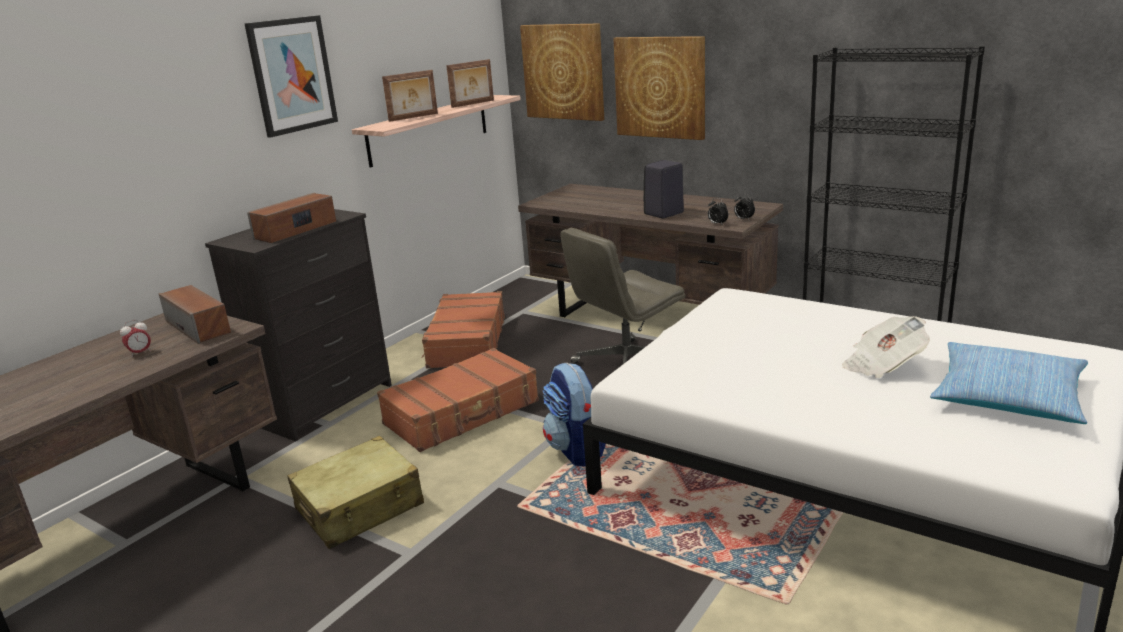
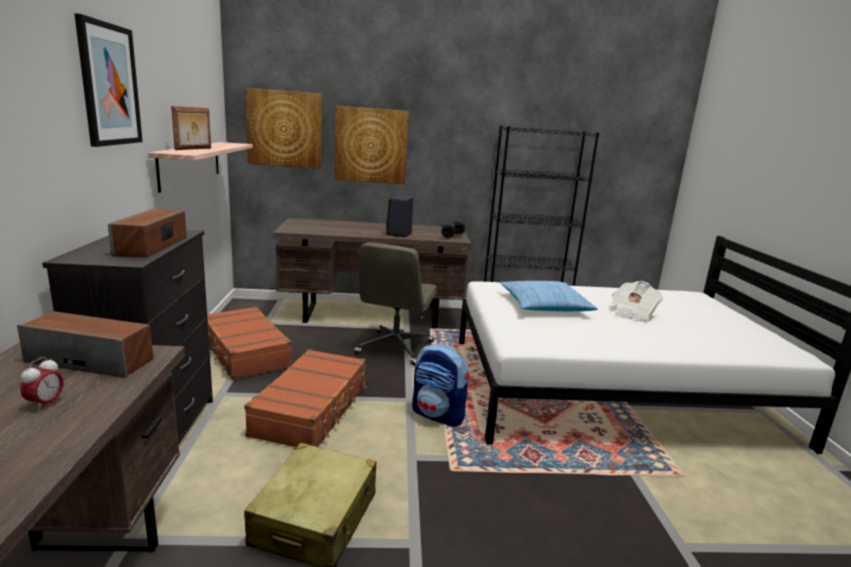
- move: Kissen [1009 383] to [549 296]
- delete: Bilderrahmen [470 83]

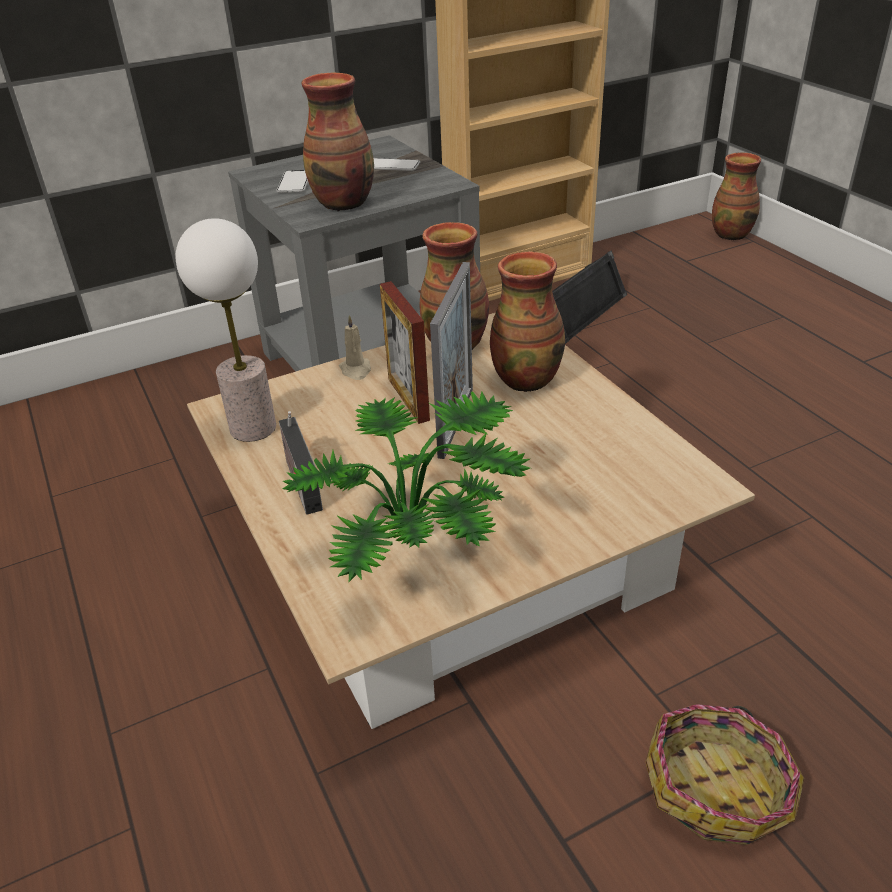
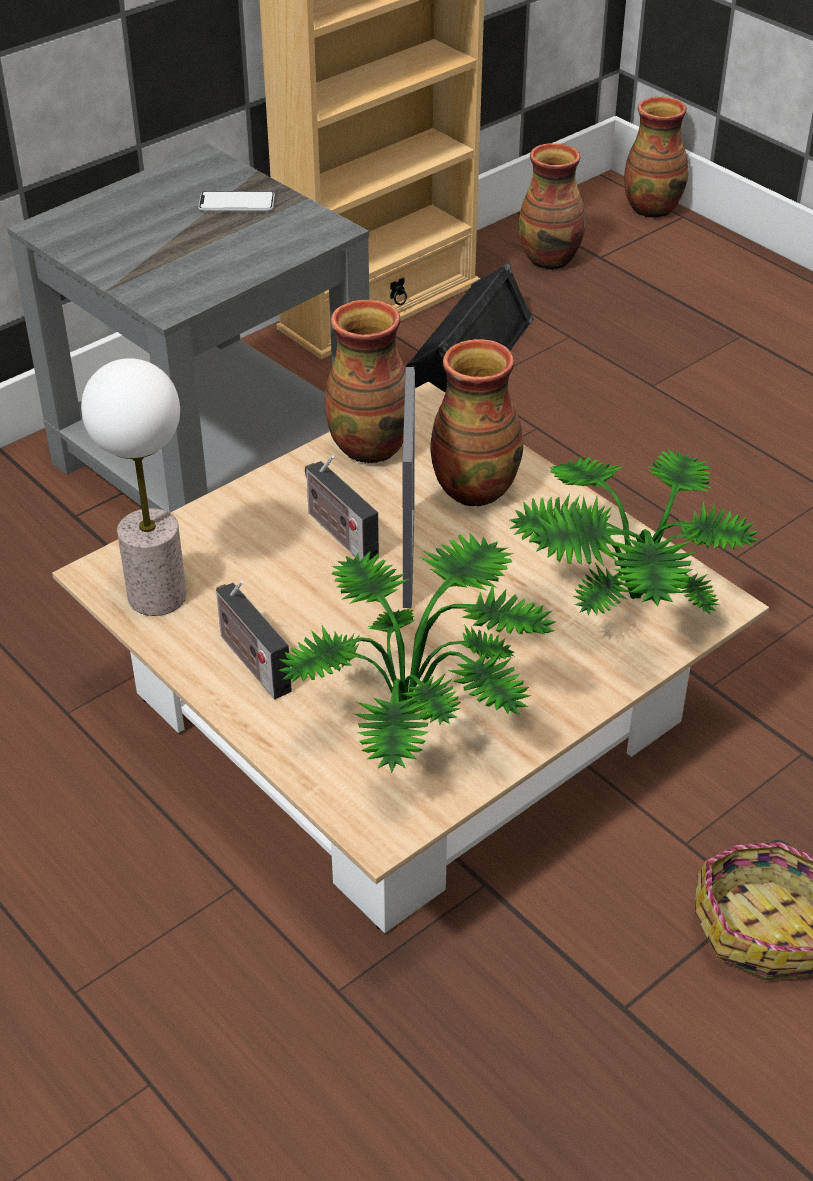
- replace: Bilderrahmen [405 352] to Radio [342 508]
- insert: Topfpflanze [634 532]
- move: Vase [338 142] to [552 206]
- delete: Handy [292 181]
- delete: Kerze (beige) [355 347]

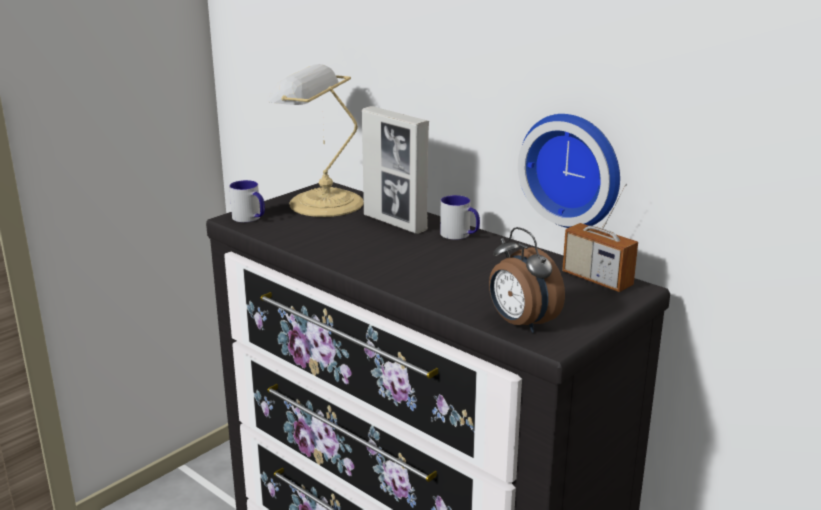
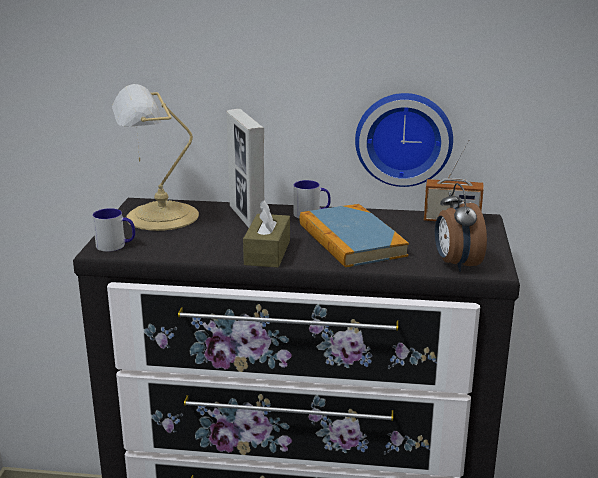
- rotate: Bilderrahmen [395 170] = [246 168] 60 degrees clockwise
- insert: Taschentuchbox (braun) [266 234]
- insert: Buch [354 236]
- rotate: Wecker [527 280] = [461 227] 60 degrees clockwise

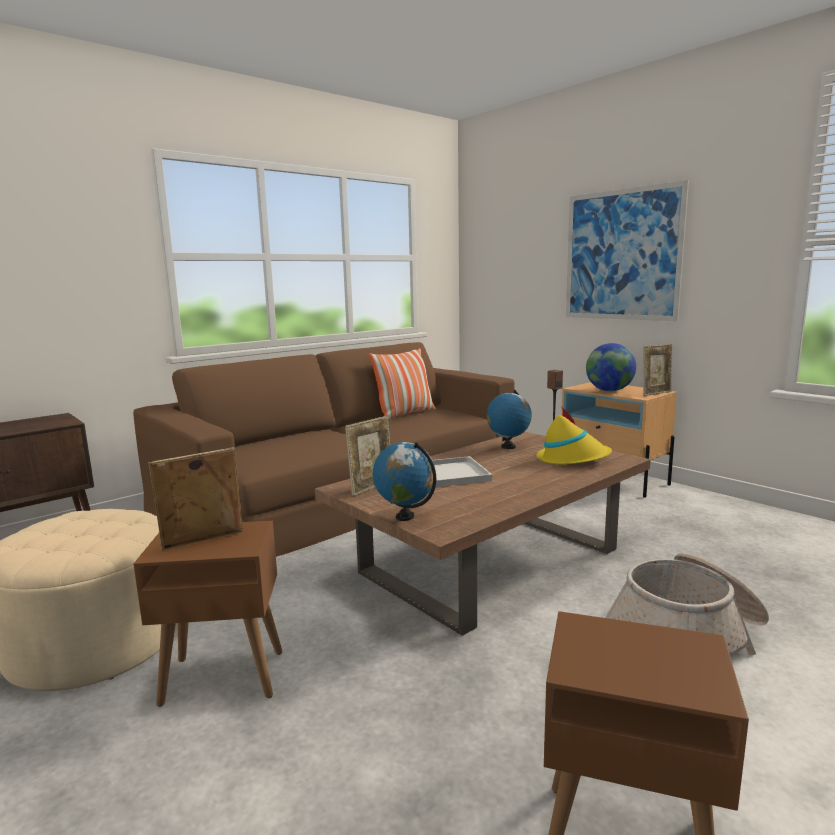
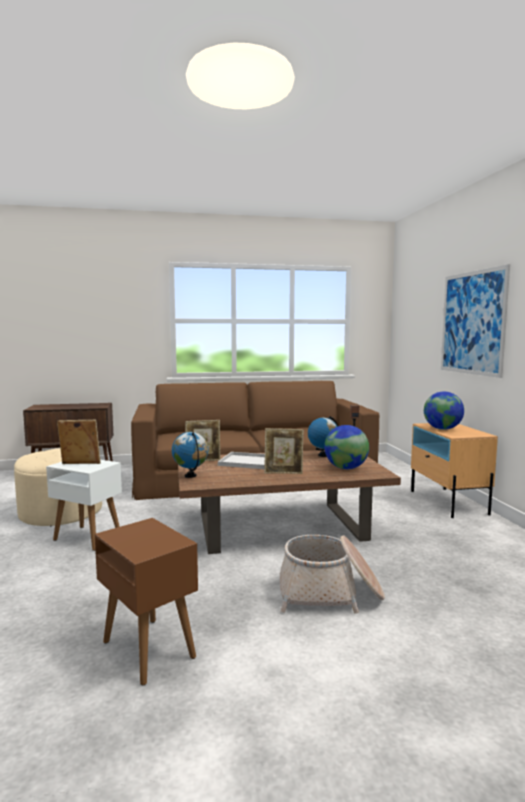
- recolor: Beistelltisch (braun) [208 614] to Beistelltisch (weiß) [84 505]
- move: Bilderrahmen [657 370] to [284 451]
- replace: Hut (gelb) [574 435] to Globus [346 447]
- delete: Kissen [402 384]

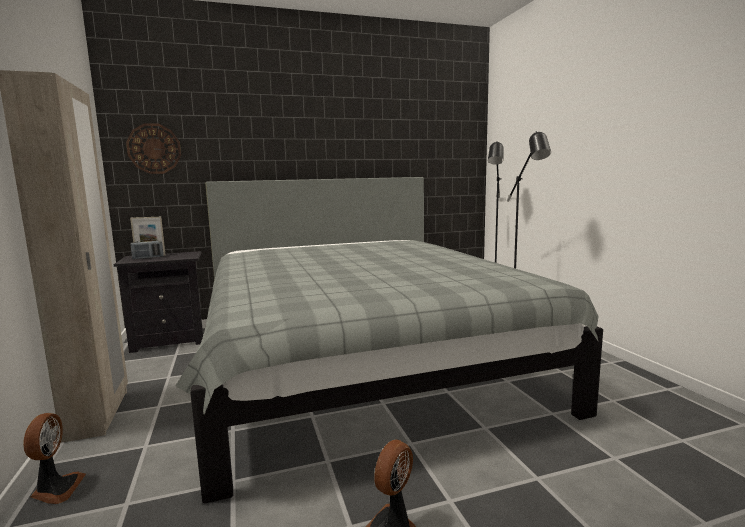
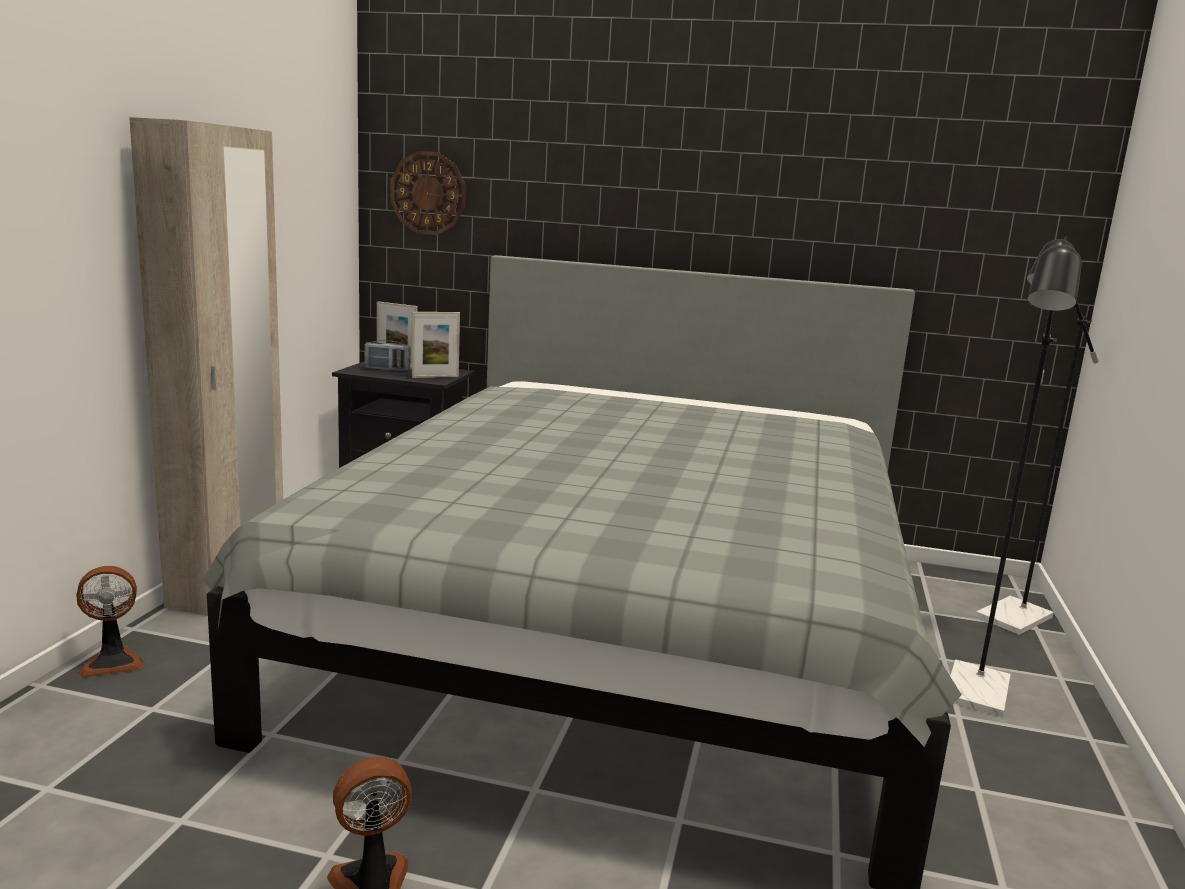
- rotate: Ventilator [54 458] = [110 622] 45 degrees clockwise
- insert: Bilderrahmen [436 345]

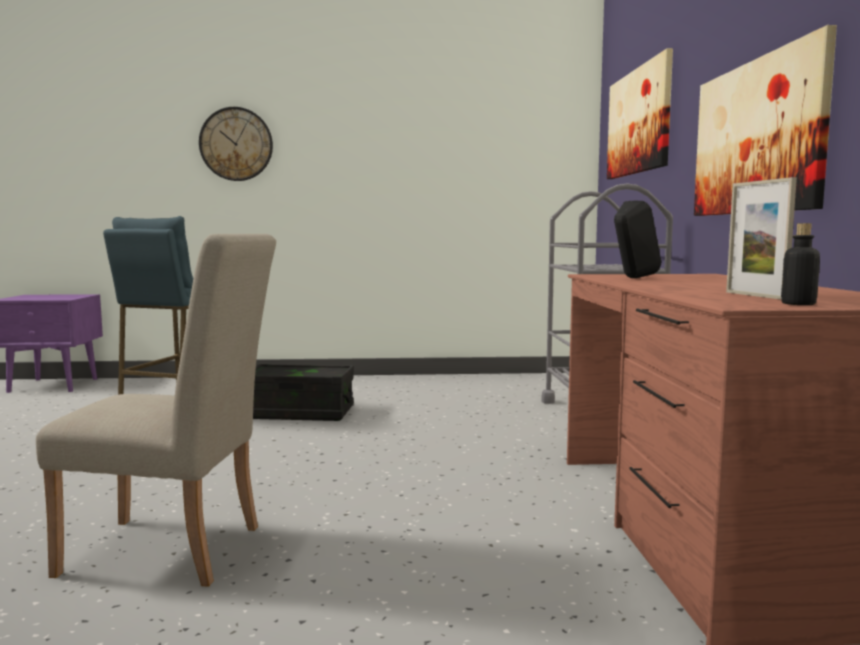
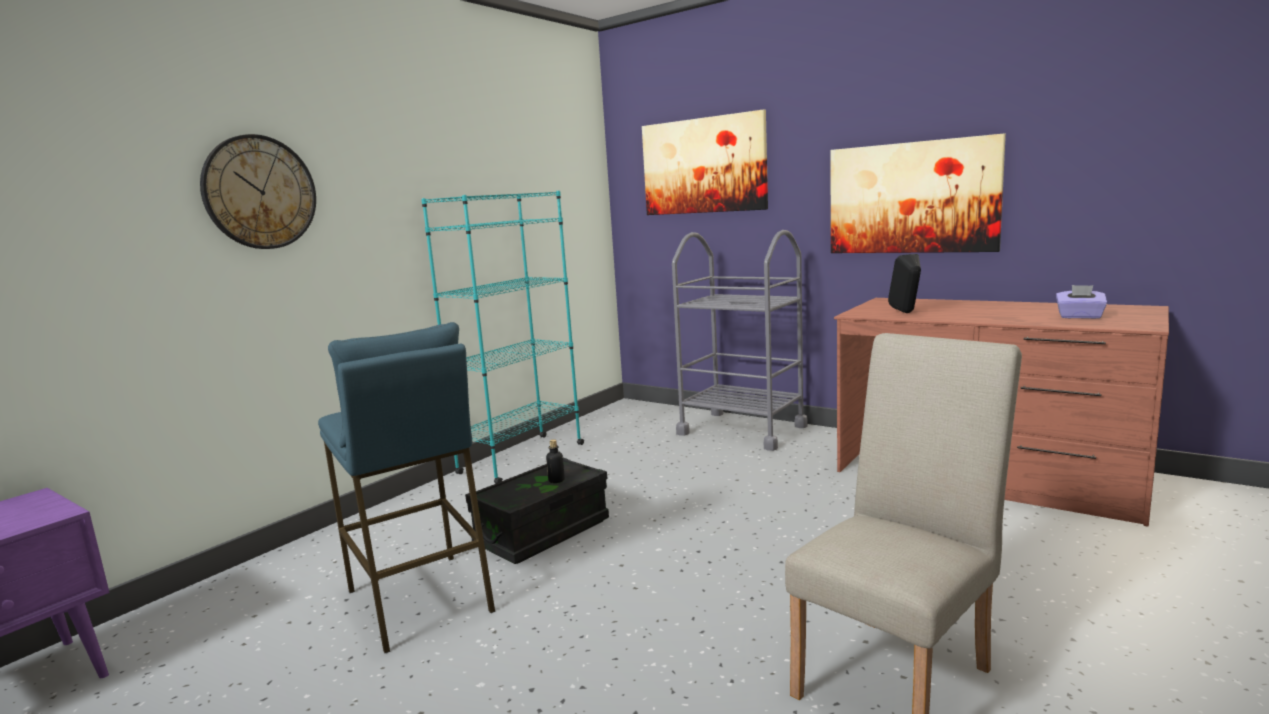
- insert: Bücherregal (türkis) [502 337]
- move: Flasche [800 264] to [555 461]
- replace: Bilderrahmen [761 238] to Taschentuchbox (lila) [1081 302]

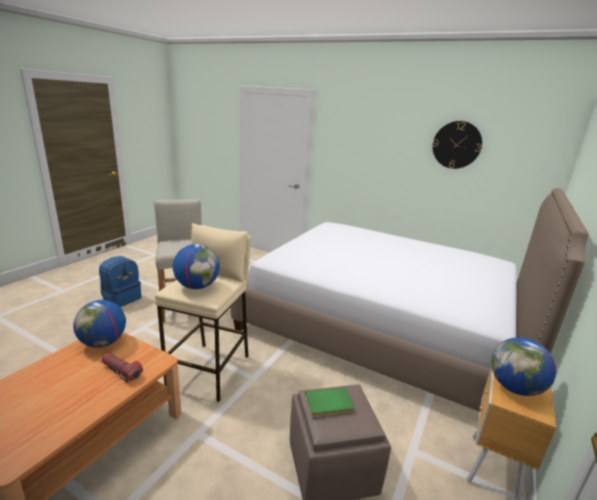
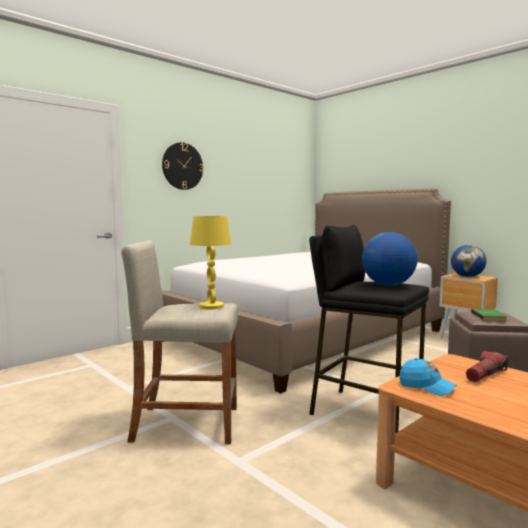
- move: Wanduhr [457 145] to [183 166]
- insert: Tischlampe (gelb) [210 262]
- recolor: Hocker (beige) [203 312] to Hocker (schwarz) [369 329]
- replace: Globus [99 323] to Kappe (blau) [428 377]
- delete: Rucksack (blau) [120 281]

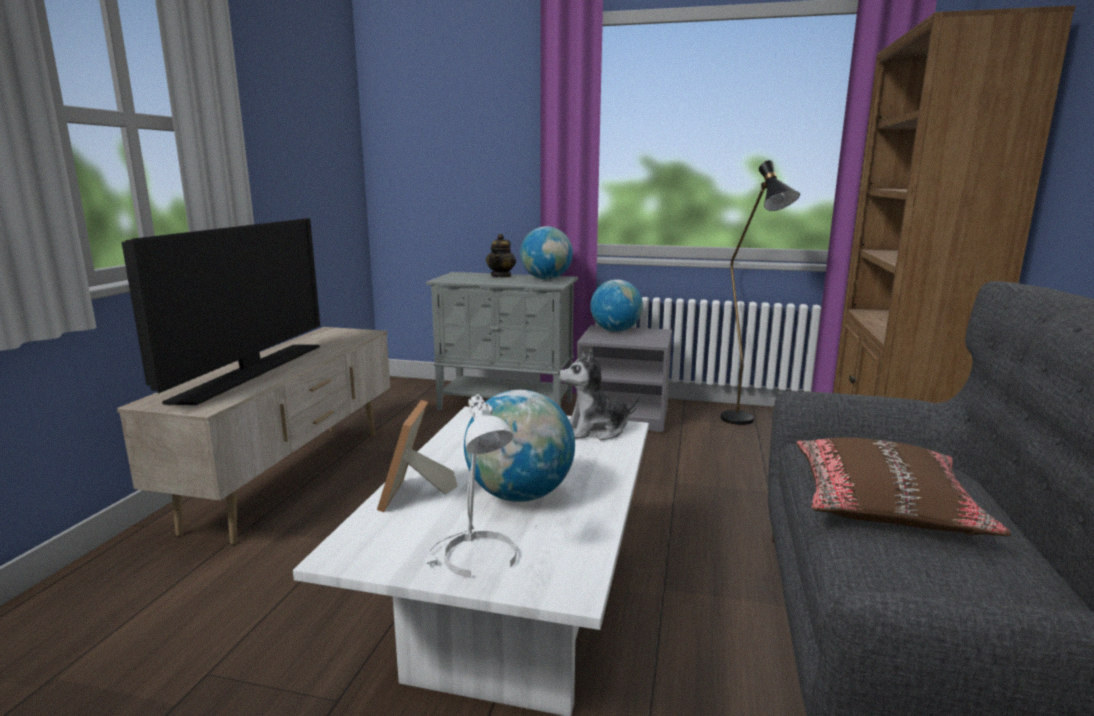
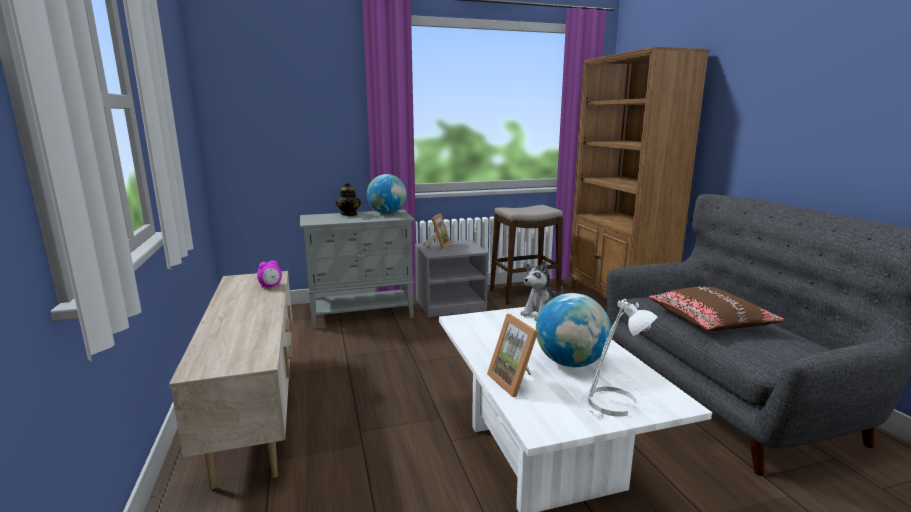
- insert: Wecker [269 274]
- replace: Globus [616 305] to Bilderrahmen [437 231]
- replace: Stehlampe (schwarz) [760 292] to Hocker [526 255]
- delete: Fernseher [220 311]

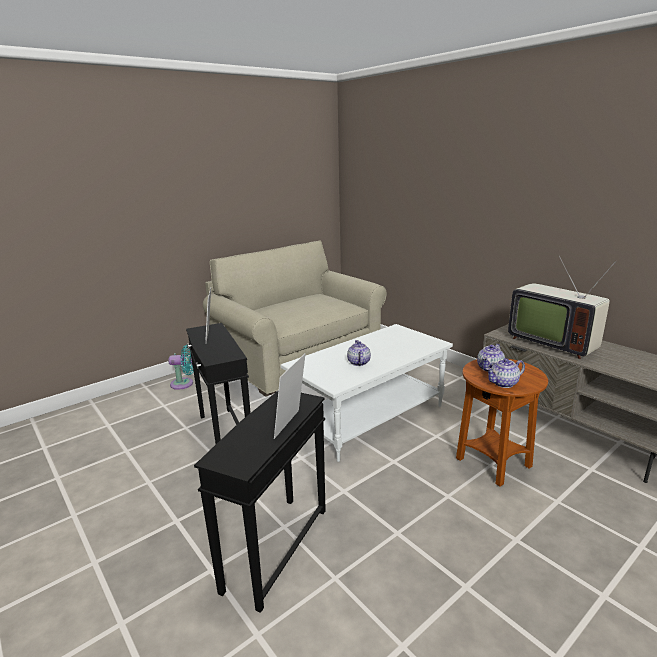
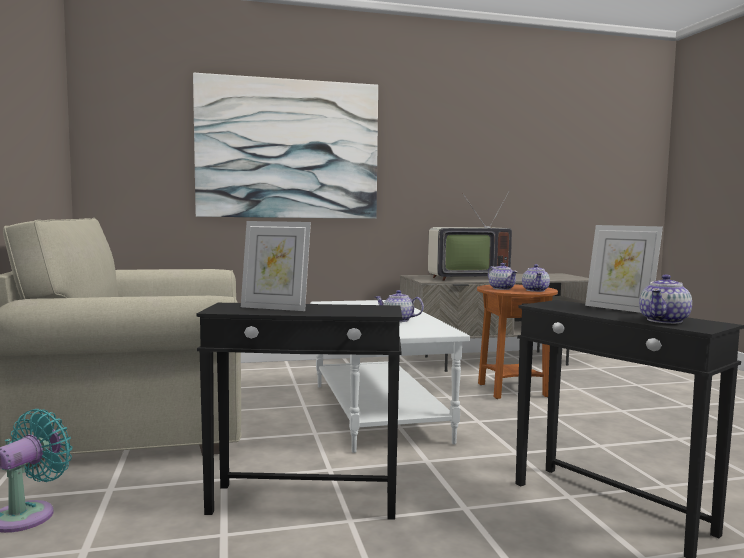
- insert: Bild [285 146]
- insert: Teekanne [665 299]

